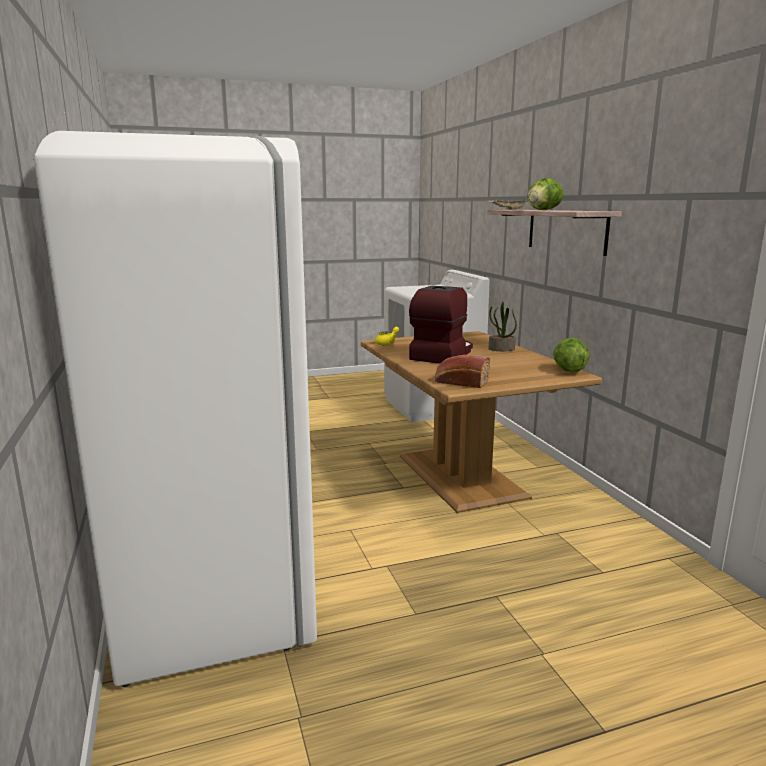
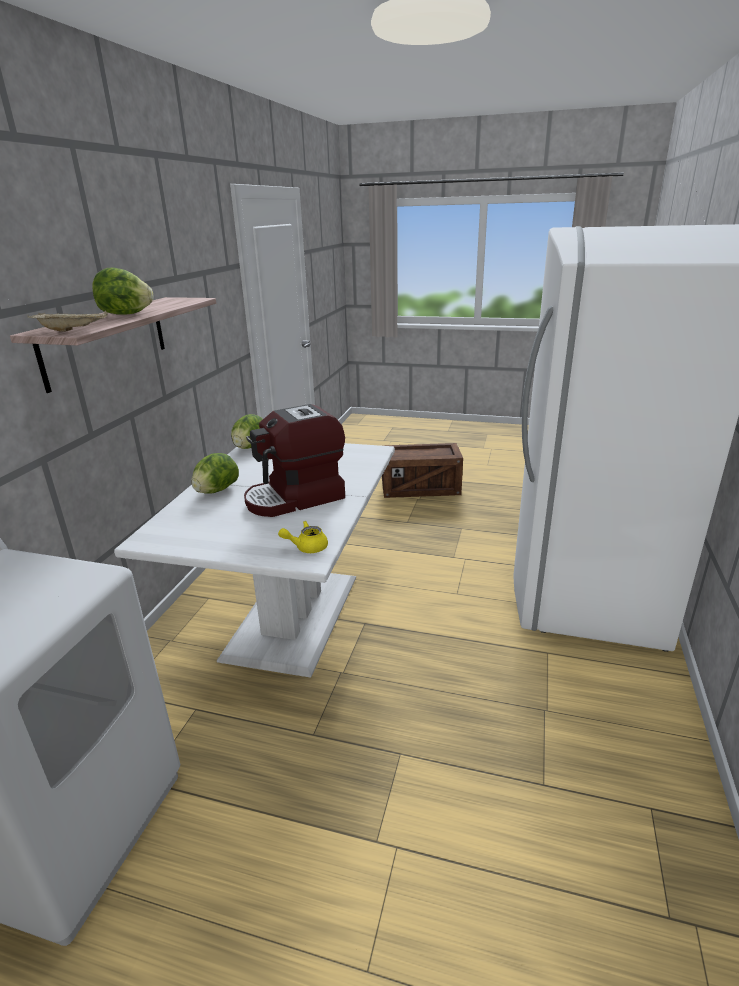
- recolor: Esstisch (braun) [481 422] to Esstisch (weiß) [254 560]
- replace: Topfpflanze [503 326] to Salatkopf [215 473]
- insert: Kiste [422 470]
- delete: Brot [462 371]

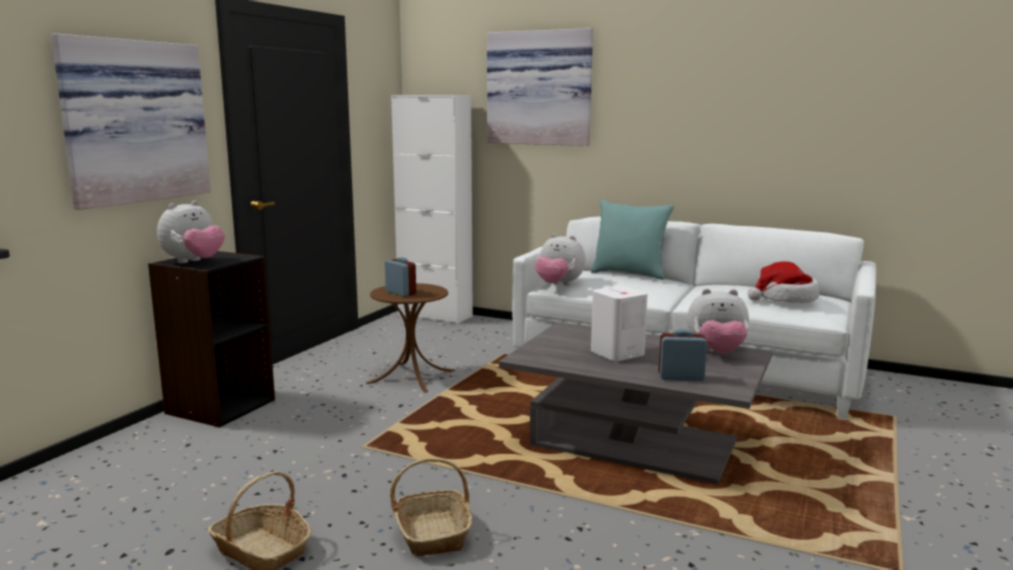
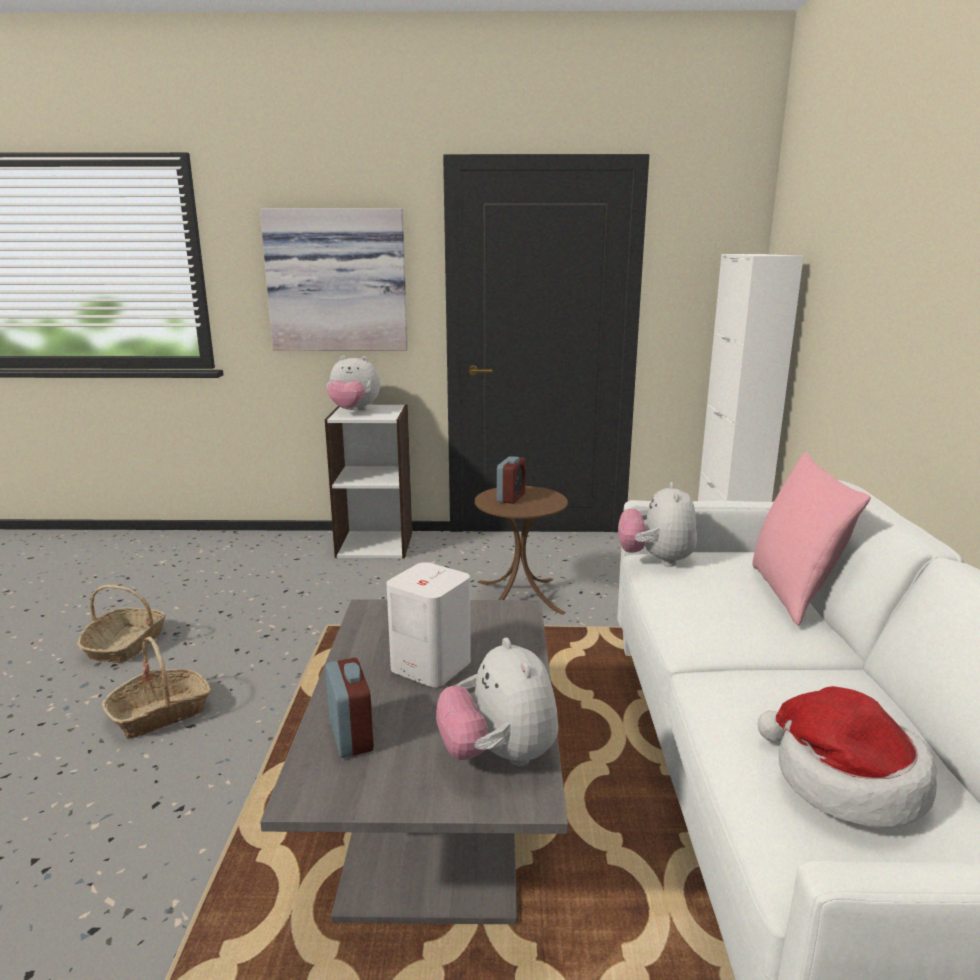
- recolor: Bücherregal (schwarz) [211 339] to Bücherregal (weiß) [368 481]
- recolor: Kissen (türkis) [632 240] to Kissen (rosa) [811 539]
- delete: Bild [540 87]

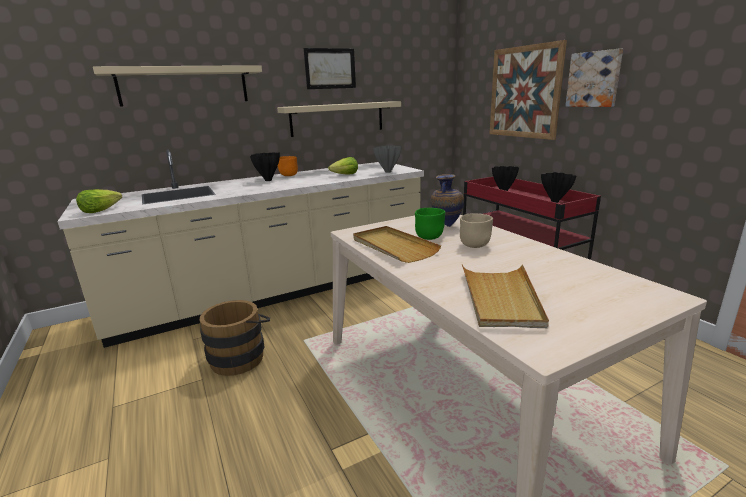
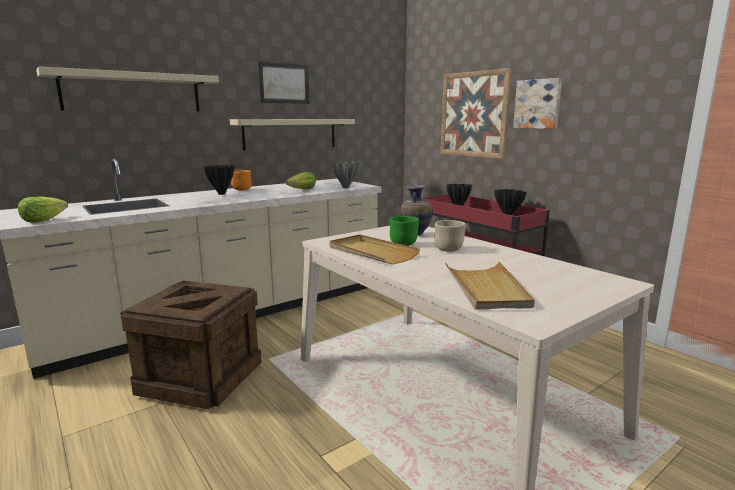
- replace: Eimer (braun) [235 338] to Kiste [191 345]

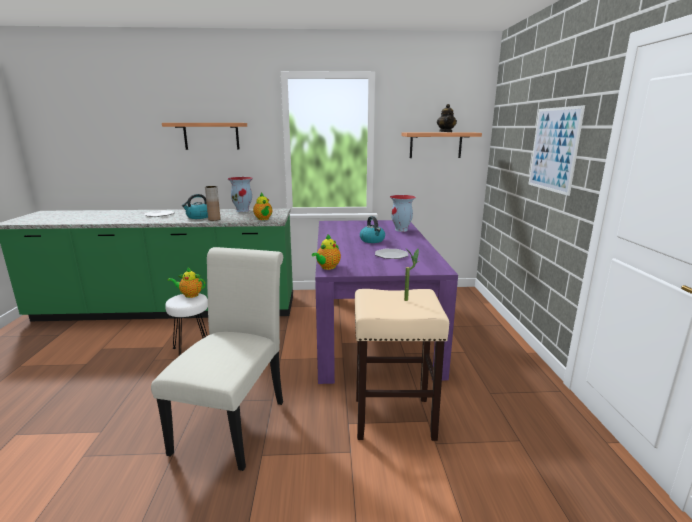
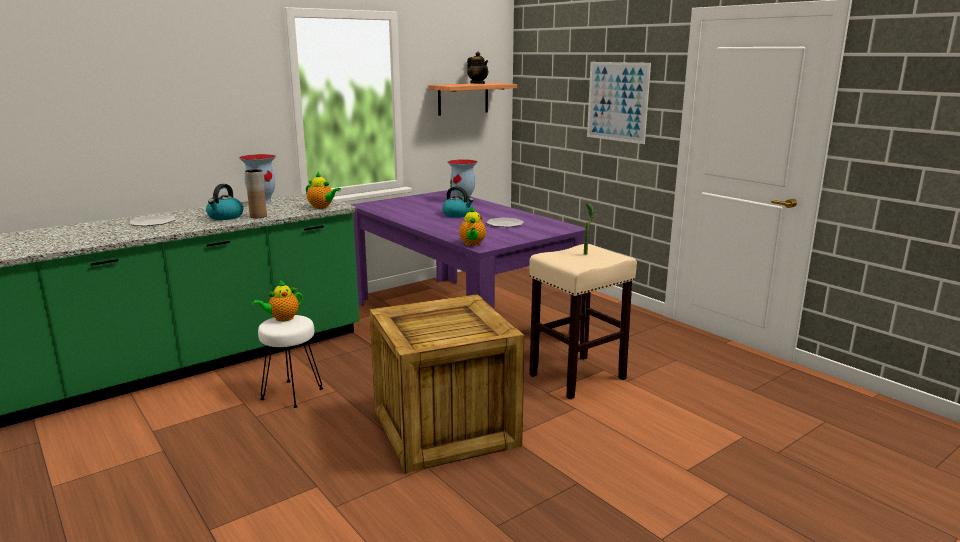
- replace: Stuhl (weiß) [217 359] to Kiste [447 383]
- delete: Wandregal [204 136]

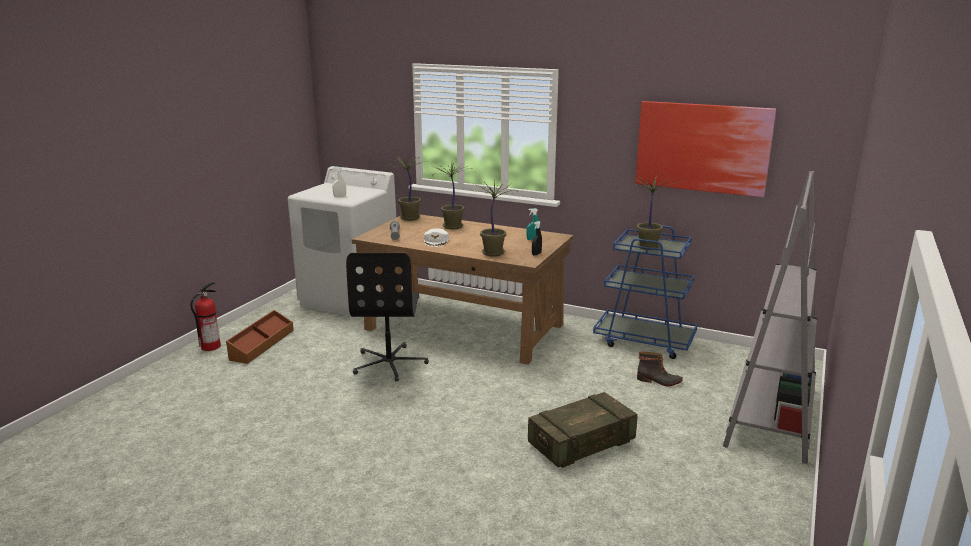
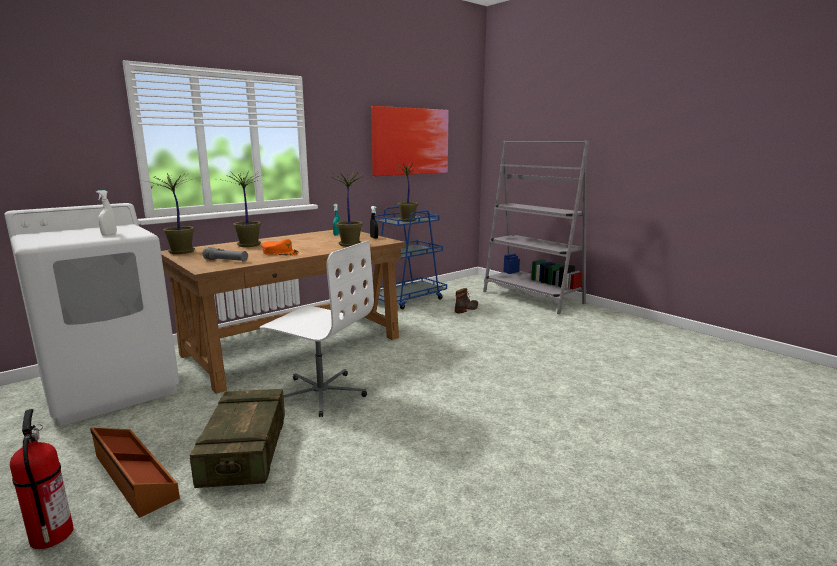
- move: Kiste [583 430] to [237 438]
- recolor: Bürostuhl (schwarz) [387 317] to Bürostuhl (weiß) [317 329]
- recolor: Kappe (weiß) [436 238] to Kappe (orange) [280 247]

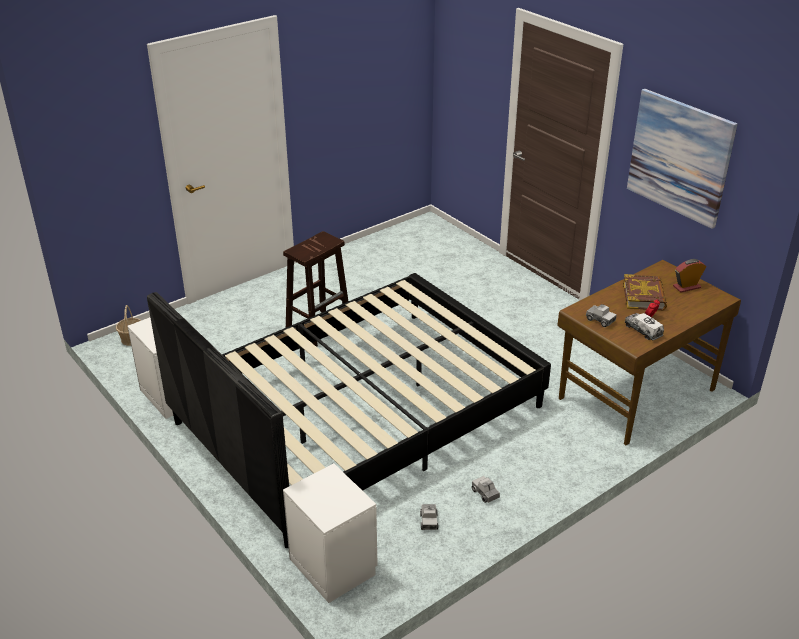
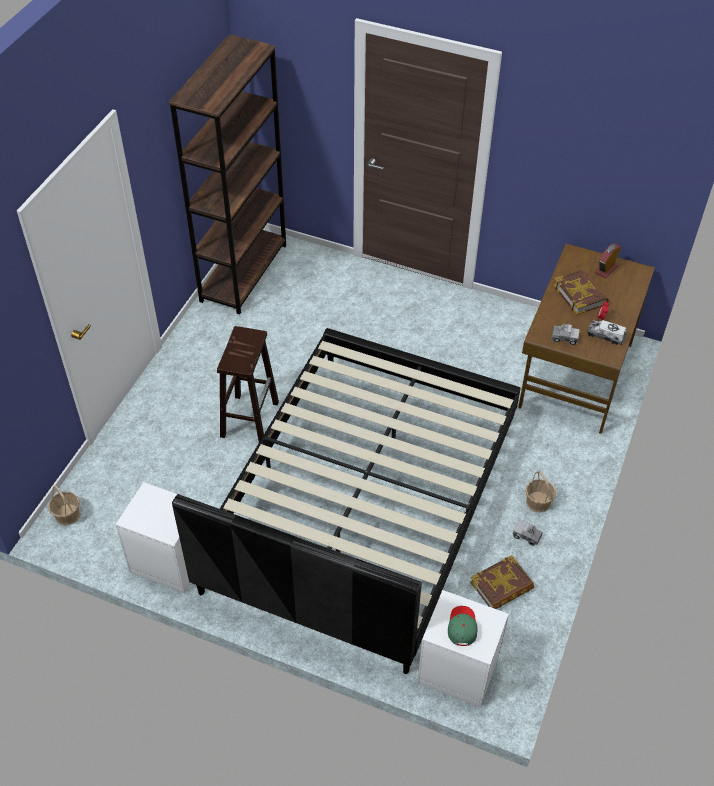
- insert: Bücherregal (braun) [227 174]
- insert: Kappe (grün) [462 626]
- replace: Spielzeuglaster [429 517] to Buch [502 582]
- insert: Korb [541 492]
- delete: Bild [682 159]

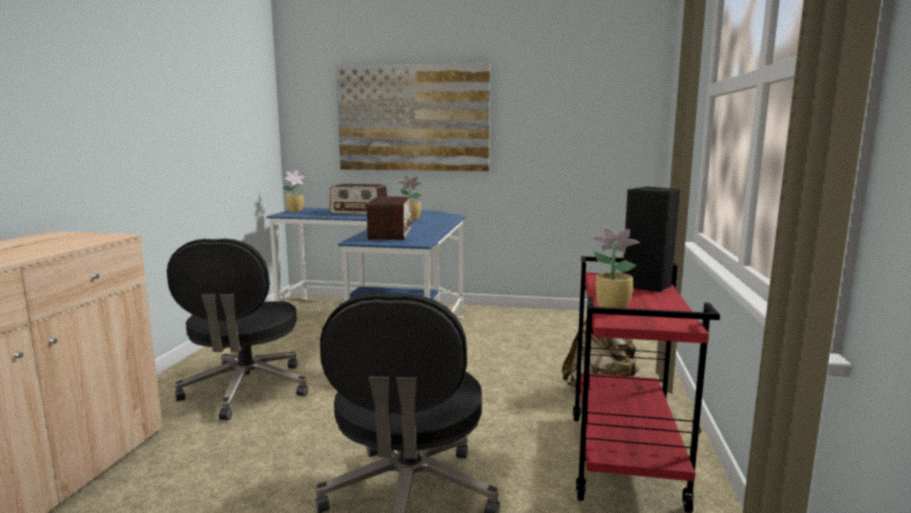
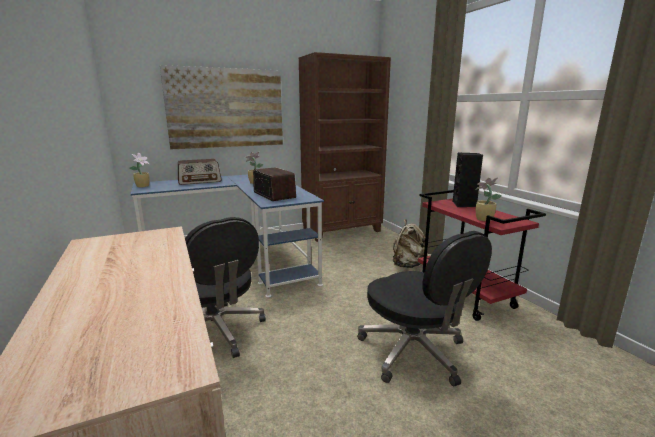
- insert: Bücherregal (braun) [344 147]

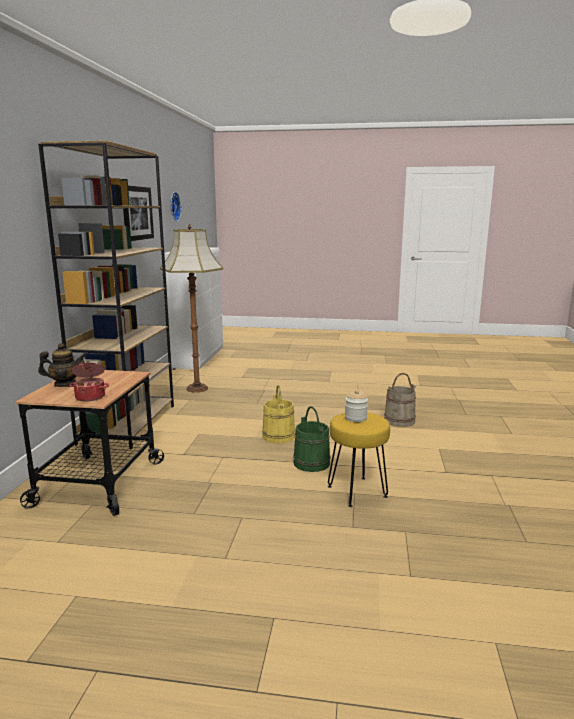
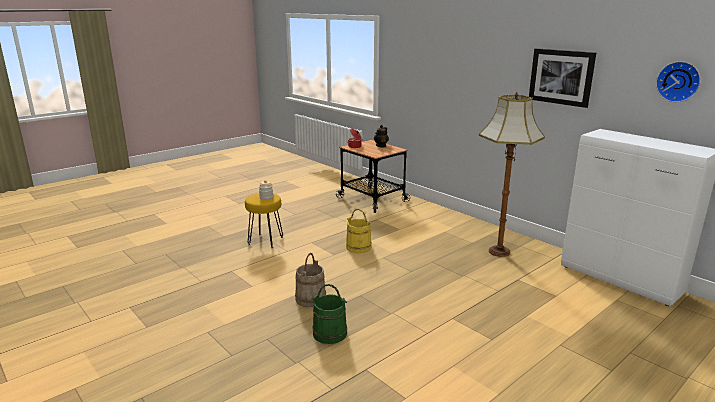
- move: Eimer (grün) [312 439] to [329 314]
- delete: Bücherregal (braun) [106 294]

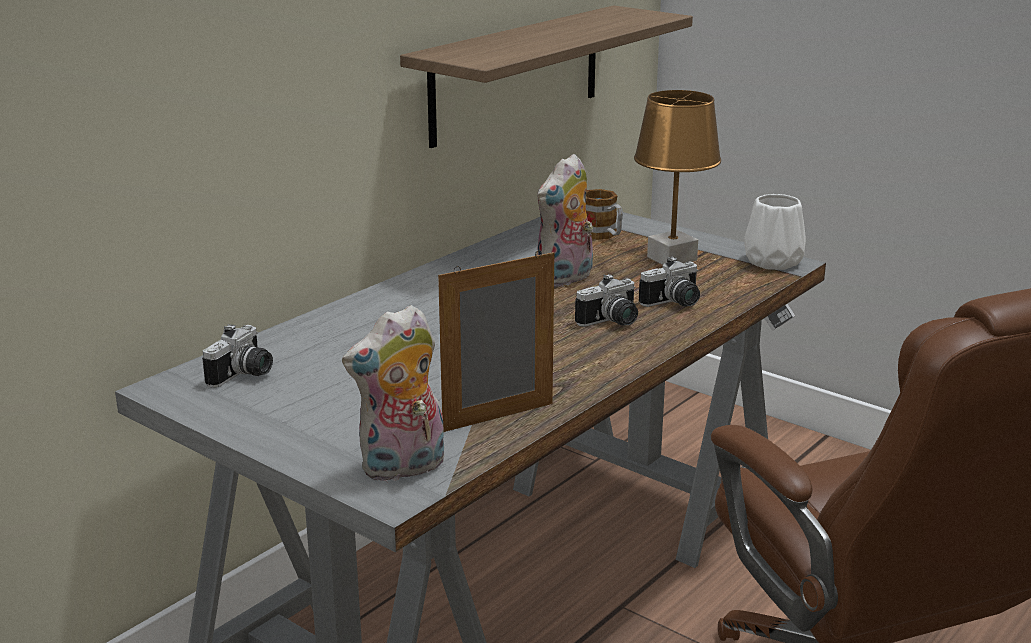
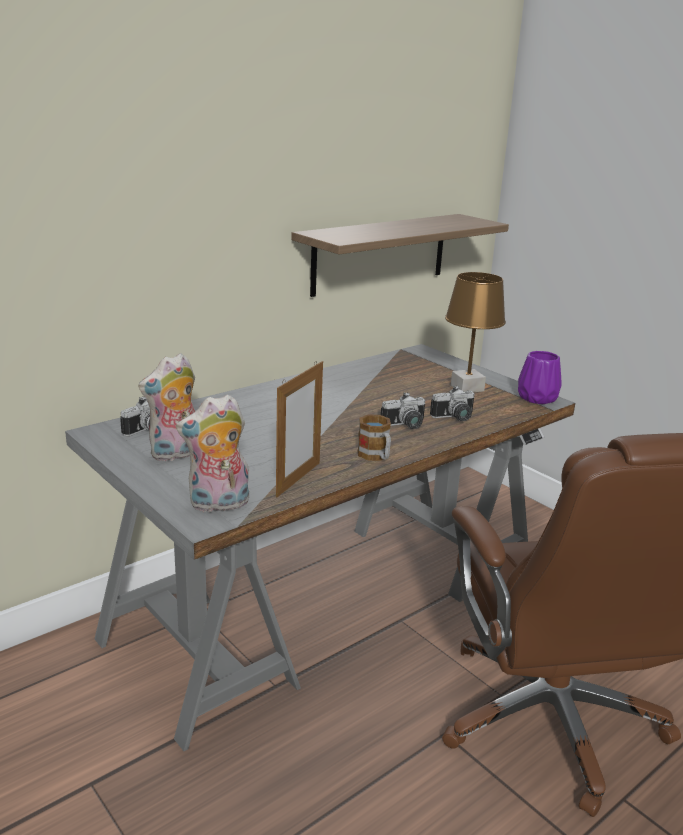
- move: Plüschtier [565 220] to [166 407]
- rotate: Bilderrahmen [496 341] = [299 429] 135 degrees clockwise
- move: Henkelbecher [604 214] to [374 437]
- recolor: Vase (weiß) [775 232] to Vase (lila) [540 377]

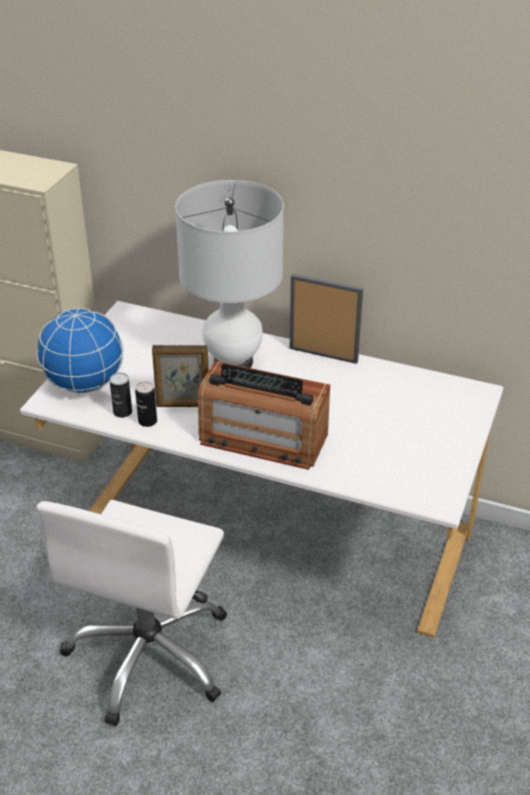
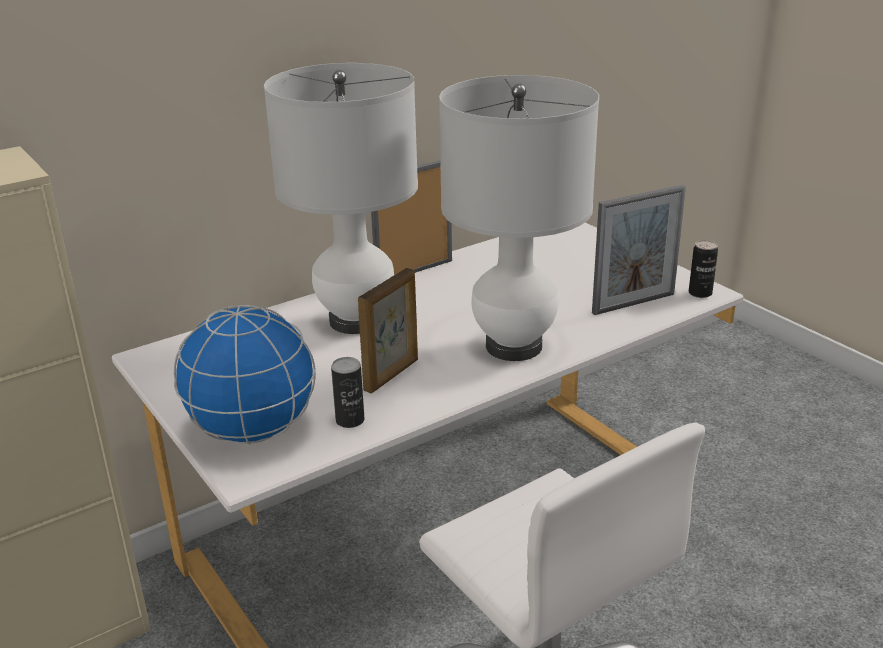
- replace: Radio [264 415] to Tischlampe (weiß) [519 218]
- insert: Bilderrahmen [639 250]
- move: Dose [146 404] to [703 269]

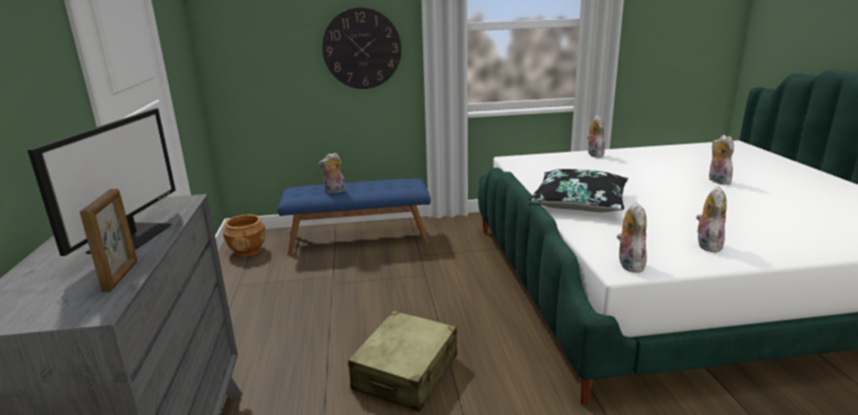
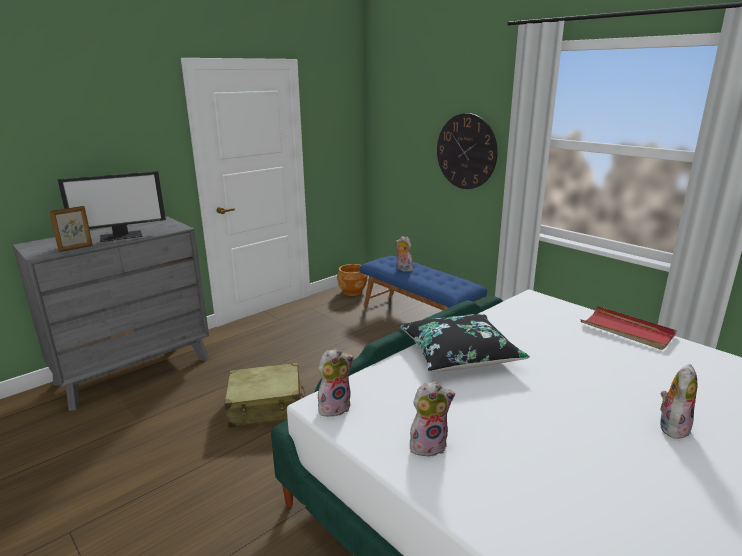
- replace: Plüschtier [596 136] to Tablett (rot) [629 328]

